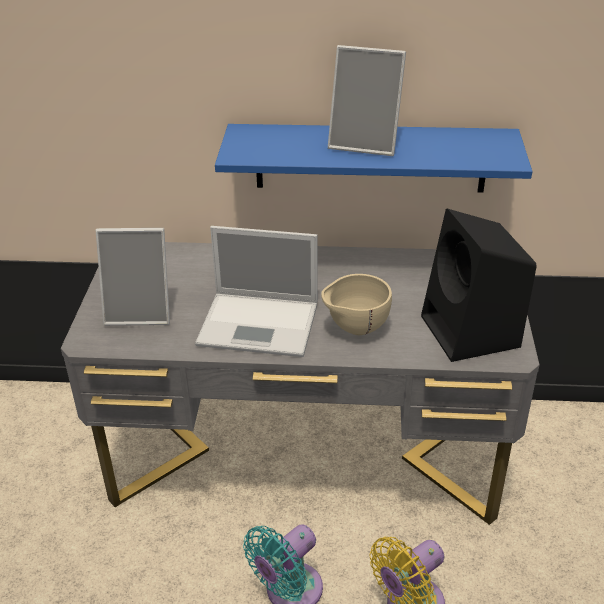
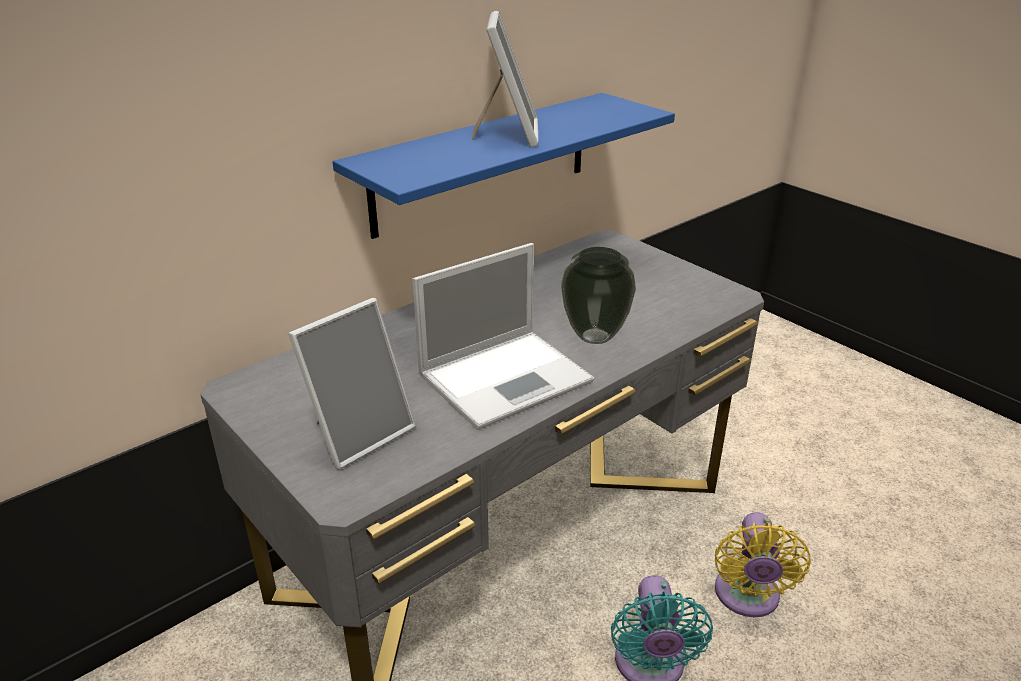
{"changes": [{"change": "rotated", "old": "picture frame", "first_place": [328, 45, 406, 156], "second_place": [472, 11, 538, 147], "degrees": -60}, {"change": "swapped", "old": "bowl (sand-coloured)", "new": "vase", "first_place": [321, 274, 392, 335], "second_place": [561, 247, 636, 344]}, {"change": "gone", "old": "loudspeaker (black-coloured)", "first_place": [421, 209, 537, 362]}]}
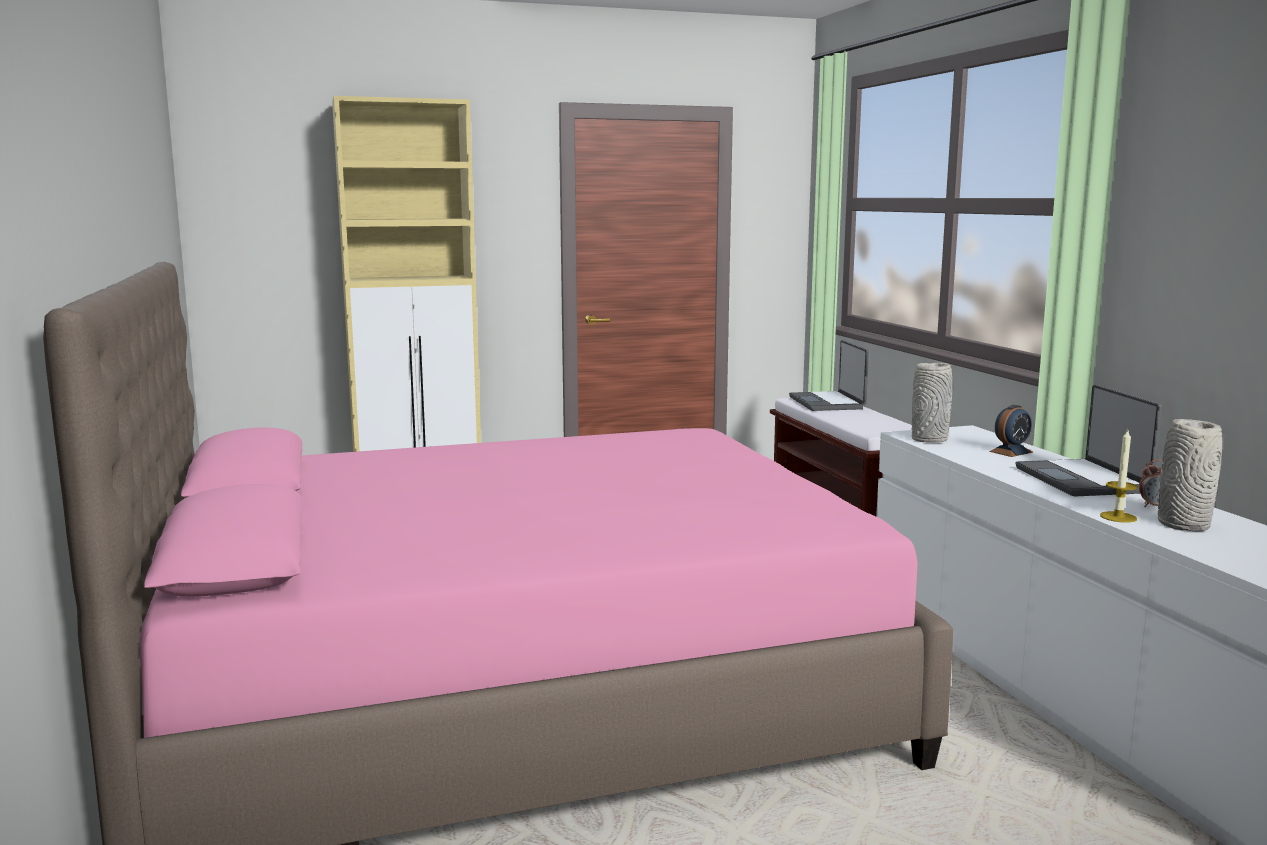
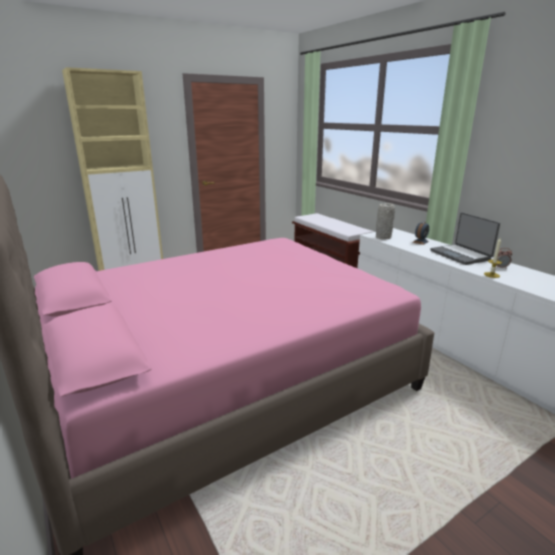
{"changes": [{"change": "gone", "old": "laptop", "first_place": [789, 340, 869, 411]}, {"change": "gone", "old": "vase (grey)", "first_place": [1158, 419, 1222, 531]}]}
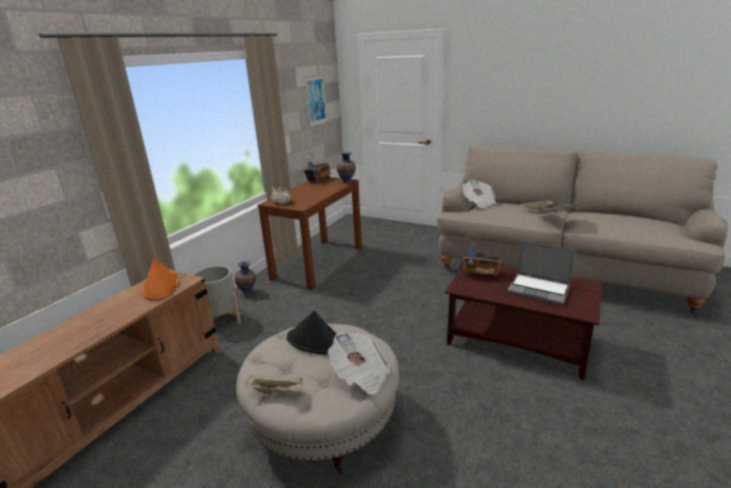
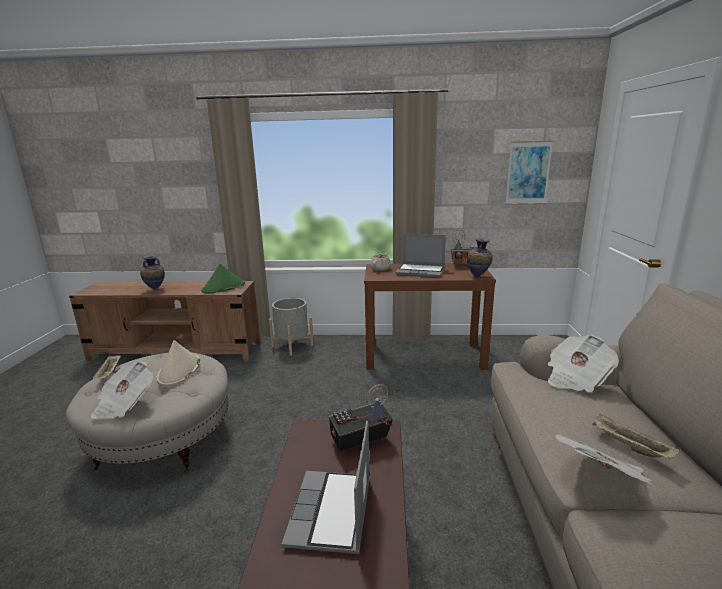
{"changes": [{"change": "shifted", "old": "vase", "first_place": [234, 261, 256, 293], "second_place": [140, 254, 165, 289]}, {"change": "repainted", "old": "wearable hat (black-coloured)", "new": "wearable hat (sand-coloured)", "first_place": [287, 311, 337, 354], "second_place": [156, 340, 200, 387]}, {"change": "repainted", "old": "wearable hat (orangey)", "new": "wearable hat (green-coloured)", "first_place": [142, 258, 179, 300], "second_place": [201, 264, 245, 293]}, {"change": "rotated", "old": "radio set", "first_place": [463, 233, 501, 277], "second_place": [329, 384, 393, 453], "degrees": 75}, {"change": "new", "new": "laptop", "second_place": [396, 233, 446, 278]}]}
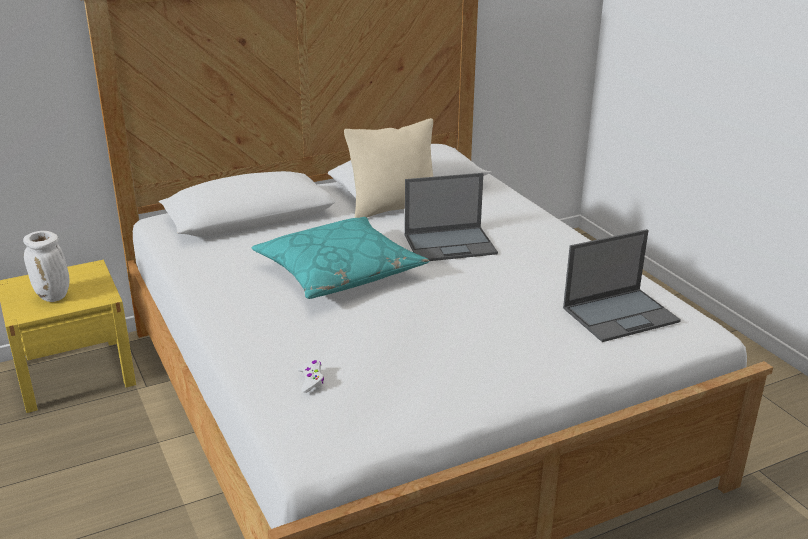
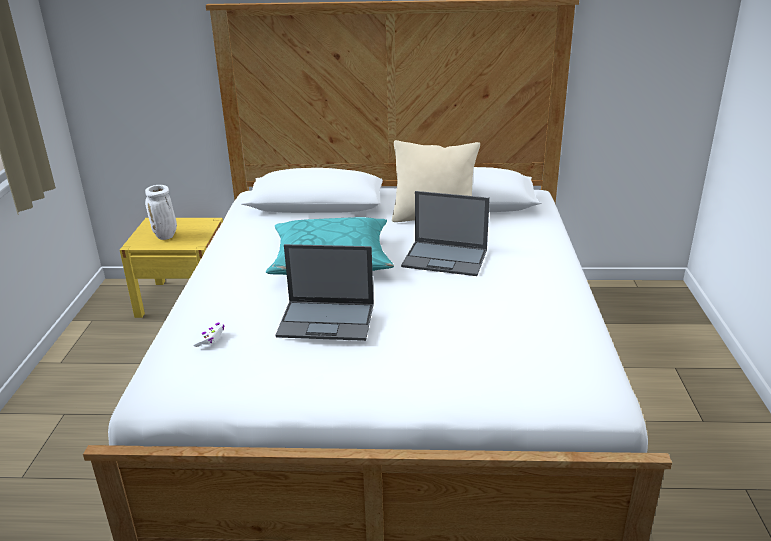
{"changes": [{"change": "shifted", "old": "laptop", "first_place": [563, 229, 681, 342], "second_place": [276, 244, 374, 341]}]}
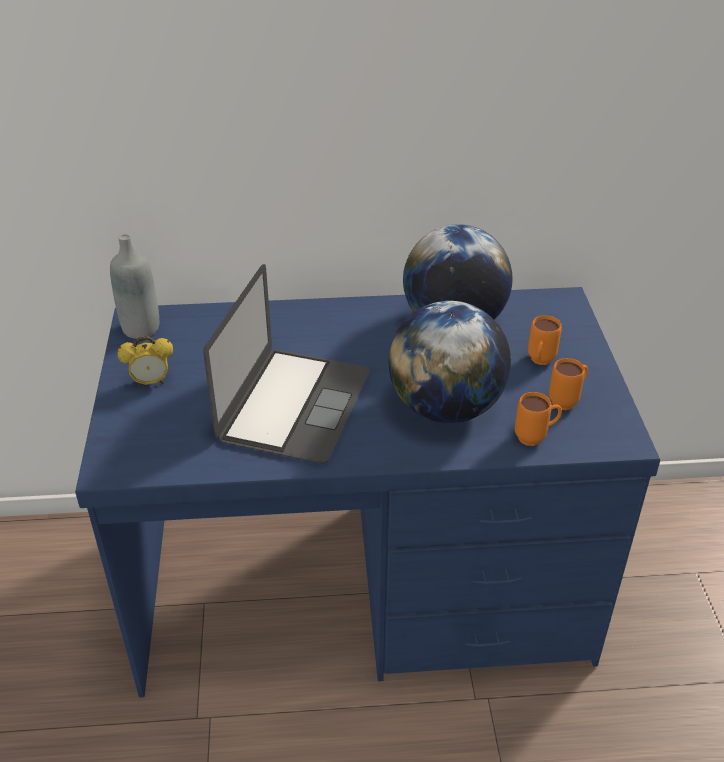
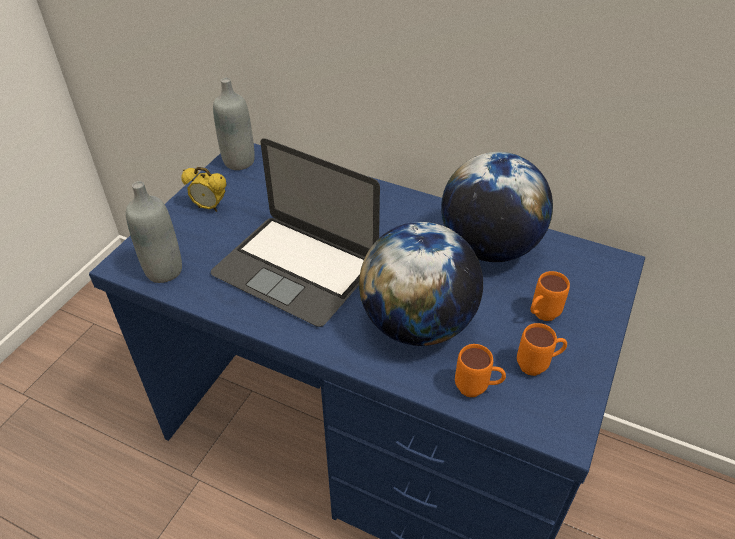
{"changes": [{"change": "new", "new": "drink bottle (grey)", "second_place": [126, 181, 182, 283]}, {"change": "rotated", "old": "laptop", "first_place": [203, 264, 370, 463], "second_place": [211, 138, 380, 327], "degrees": 75}]}
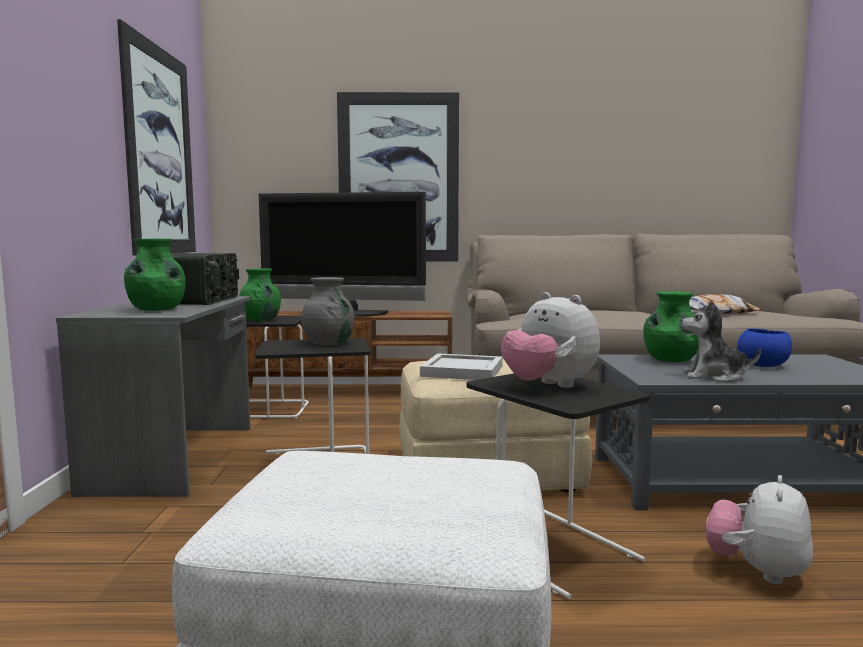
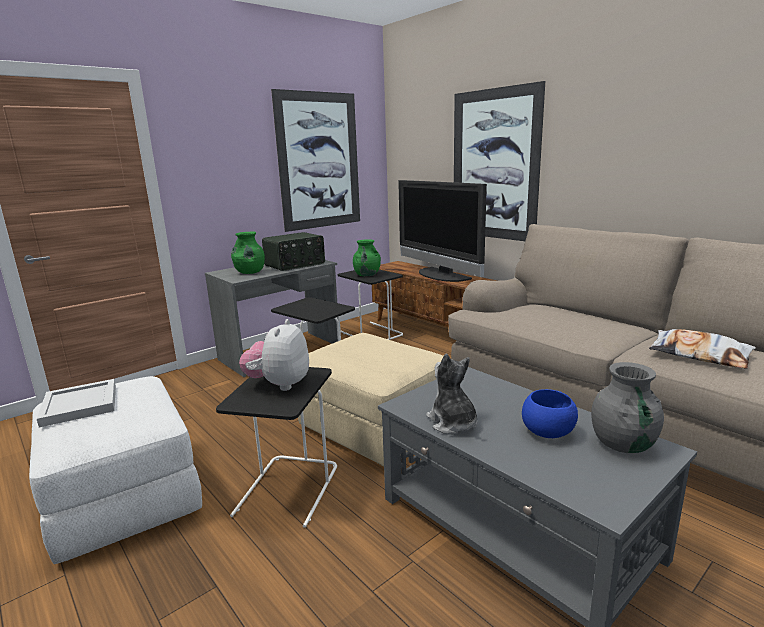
{"changes": [{"change": "shifted", "old": "serving tray (whitish)", "first_place": [420, 353, 503, 380], "second_place": [37, 379, 116, 427]}, {"change": "shifted", "old": "vase (grey)", "first_place": [302, 277, 355, 346], "second_place": [591, 362, 664, 453]}, {"change": "gone", "old": "vase (green-coloured)", "first_place": [643, 291, 699, 362]}, {"change": "gone", "old": "plush toy", "first_place": [706, 475, 813, 584]}]}
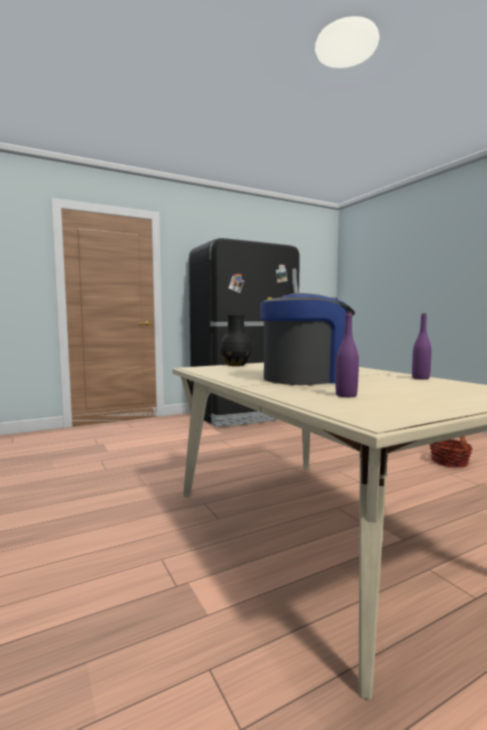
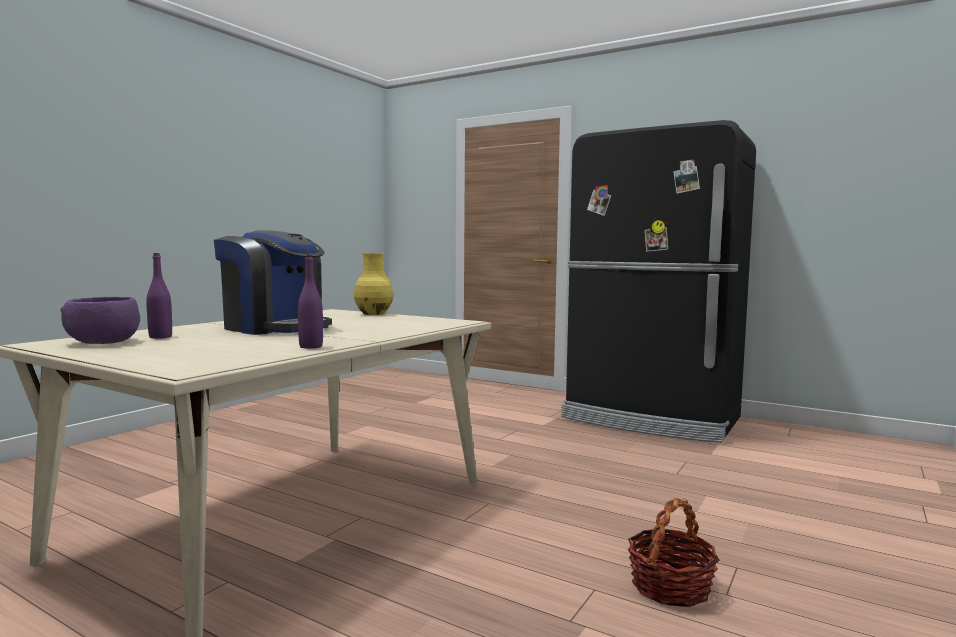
{"changes": [{"change": "new", "new": "bowl (purplish)", "second_place": [60, 297, 140, 344]}, {"change": "repainted", "old": "vase (black-coloured)", "new": "vase (yellowish)", "first_place": [220, 315, 252, 366], "second_place": [354, 253, 393, 315]}]}
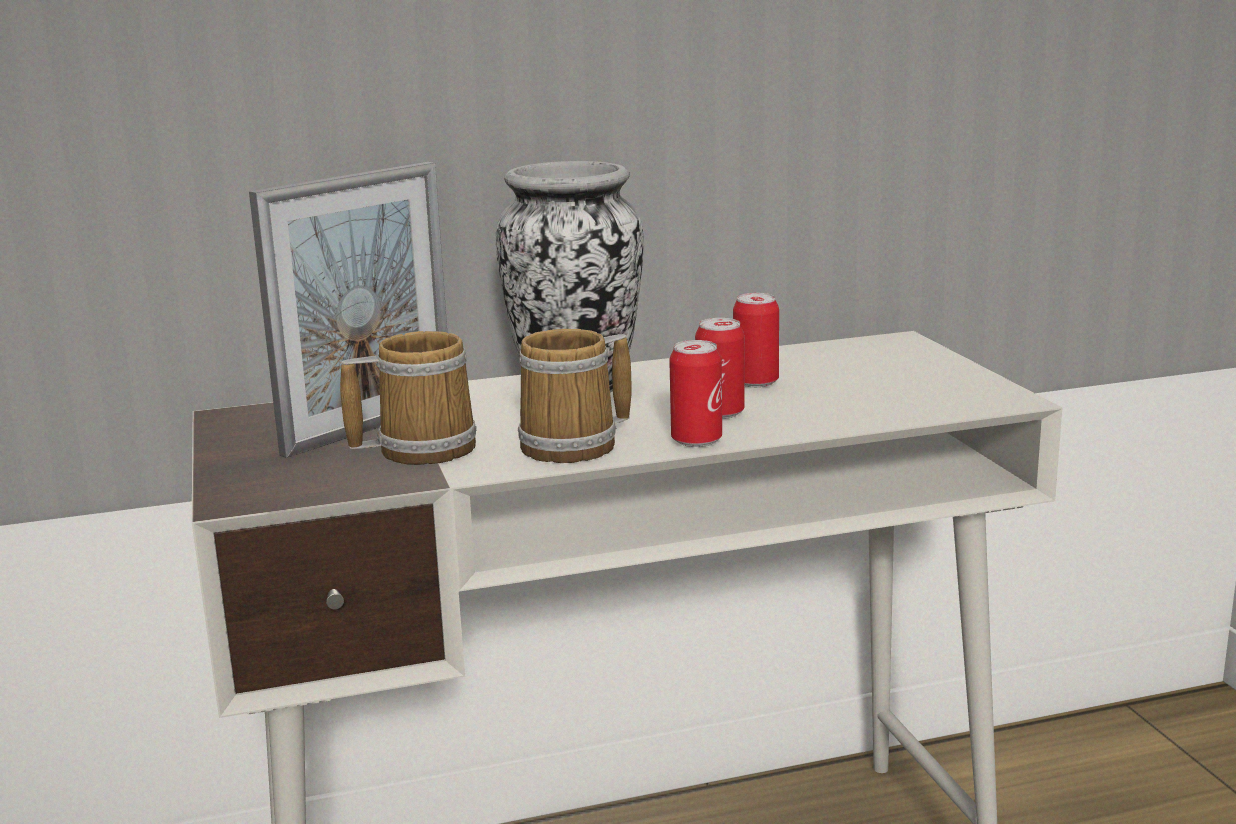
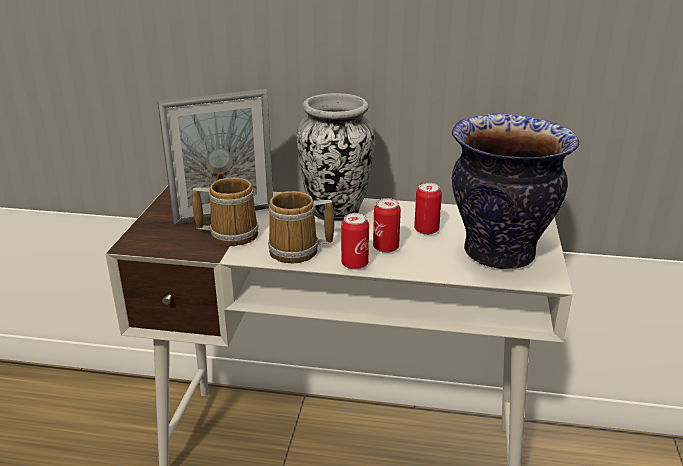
{"changes": [{"change": "new", "new": "vase", "second_place": [452, 114, 579, 269]}]}
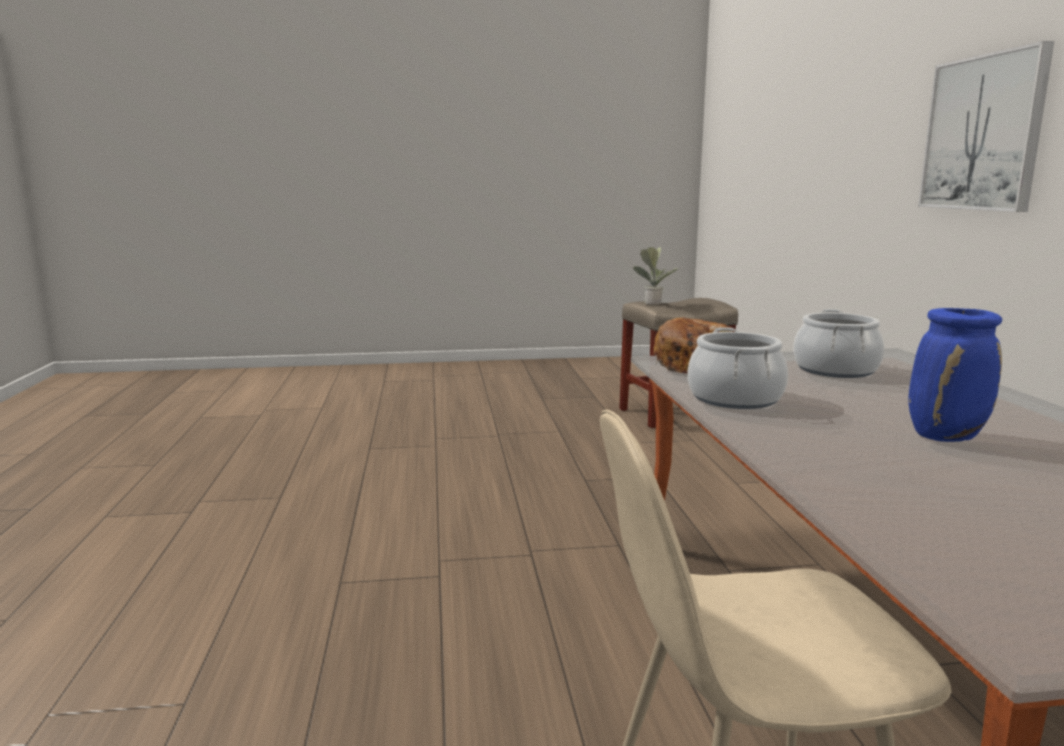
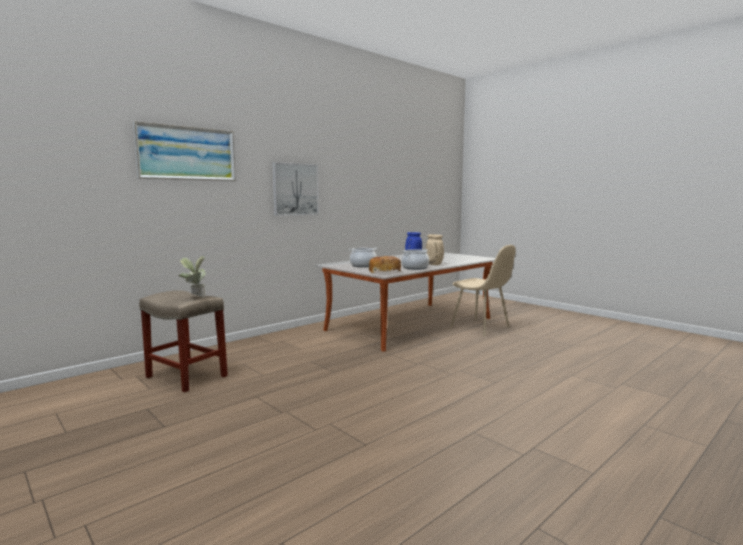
{"changes": [{"change": "new", "new": "wall art", "second_place": [133, 121, 236, 181]}, {"change": "new", "new": "vase (sand-coloured)", "second_place": [426, 234, 444, 265]}]}
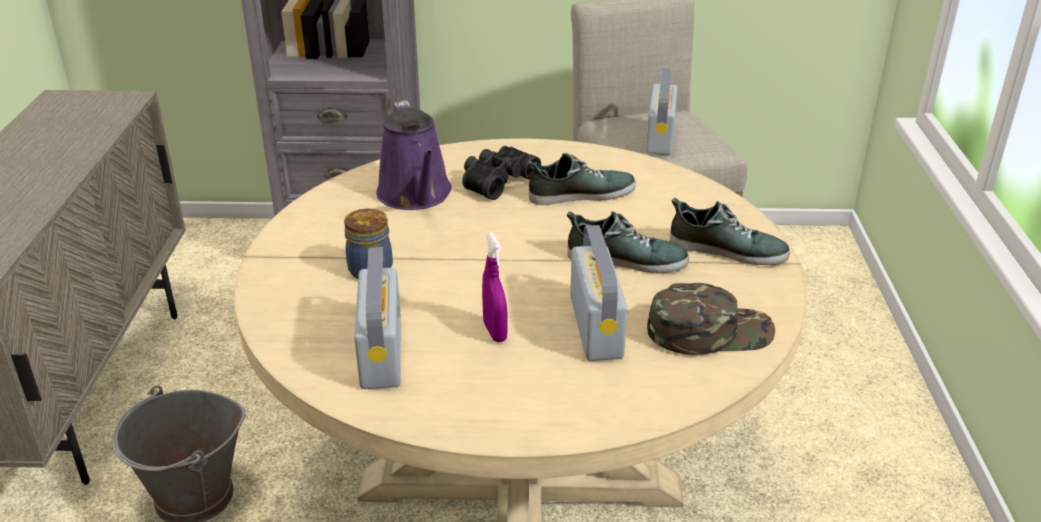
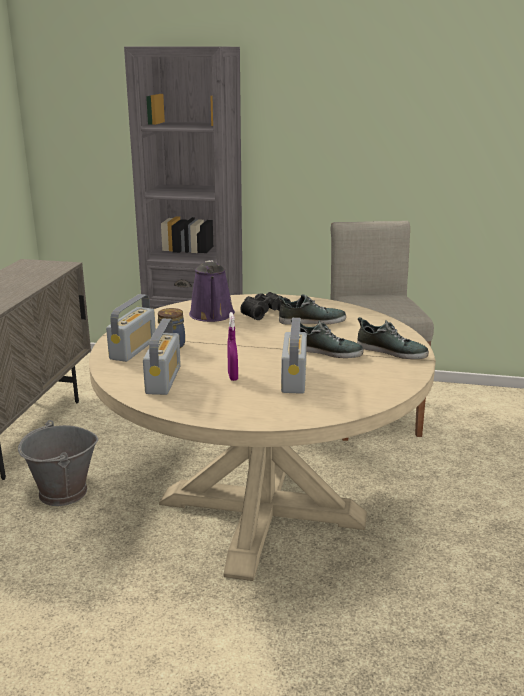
{"changes": [{"change": "shifted", "old": "radio set", "first_place": [646, 68, 678, 155], "second_place": [106, 294, 156, 362]}, {"change": "gone", "old": "cap (green-coloured)", "first_place": [647, 283, 775, 355]}]}
